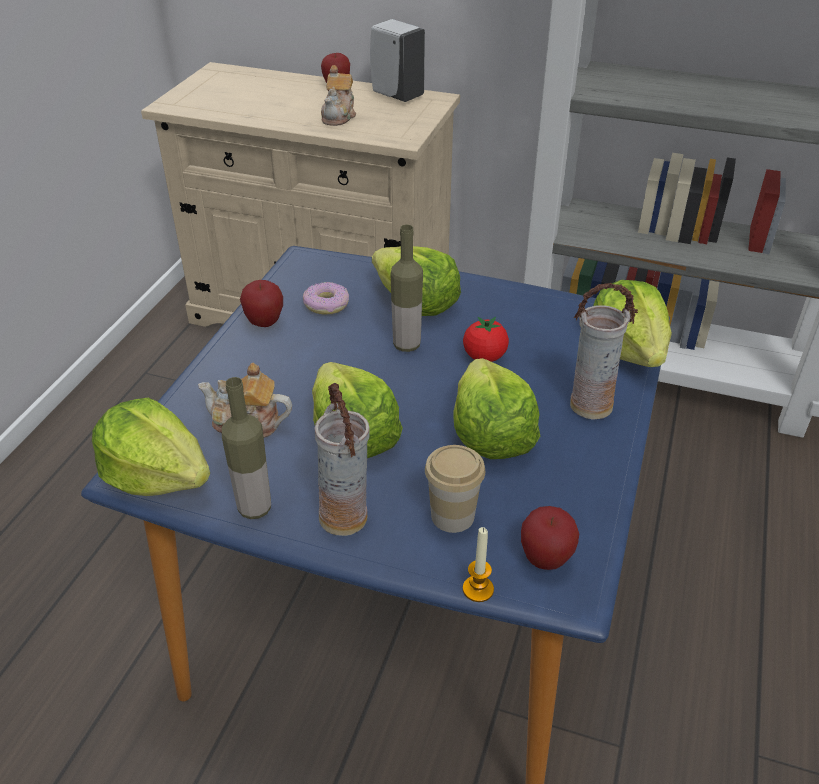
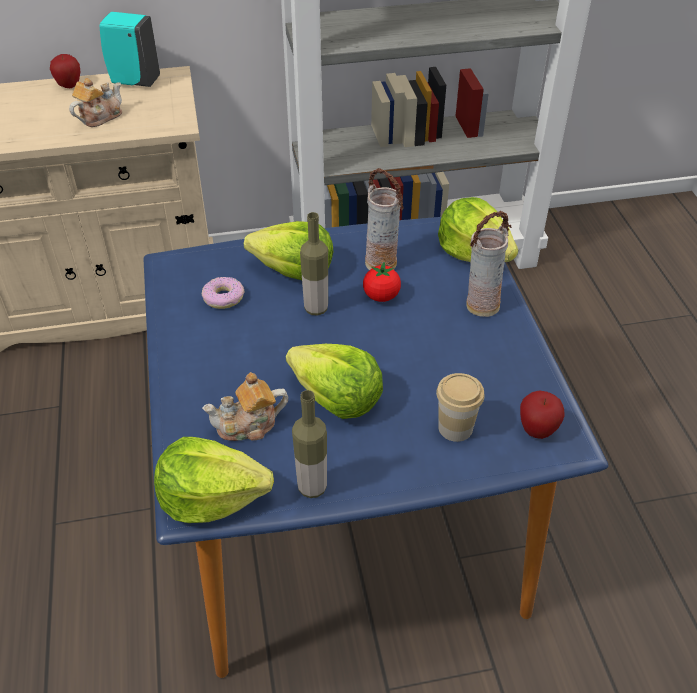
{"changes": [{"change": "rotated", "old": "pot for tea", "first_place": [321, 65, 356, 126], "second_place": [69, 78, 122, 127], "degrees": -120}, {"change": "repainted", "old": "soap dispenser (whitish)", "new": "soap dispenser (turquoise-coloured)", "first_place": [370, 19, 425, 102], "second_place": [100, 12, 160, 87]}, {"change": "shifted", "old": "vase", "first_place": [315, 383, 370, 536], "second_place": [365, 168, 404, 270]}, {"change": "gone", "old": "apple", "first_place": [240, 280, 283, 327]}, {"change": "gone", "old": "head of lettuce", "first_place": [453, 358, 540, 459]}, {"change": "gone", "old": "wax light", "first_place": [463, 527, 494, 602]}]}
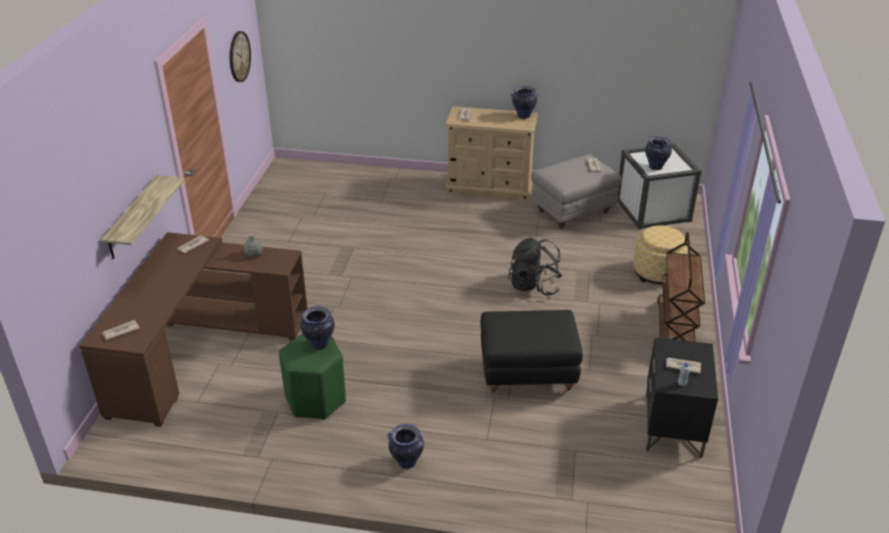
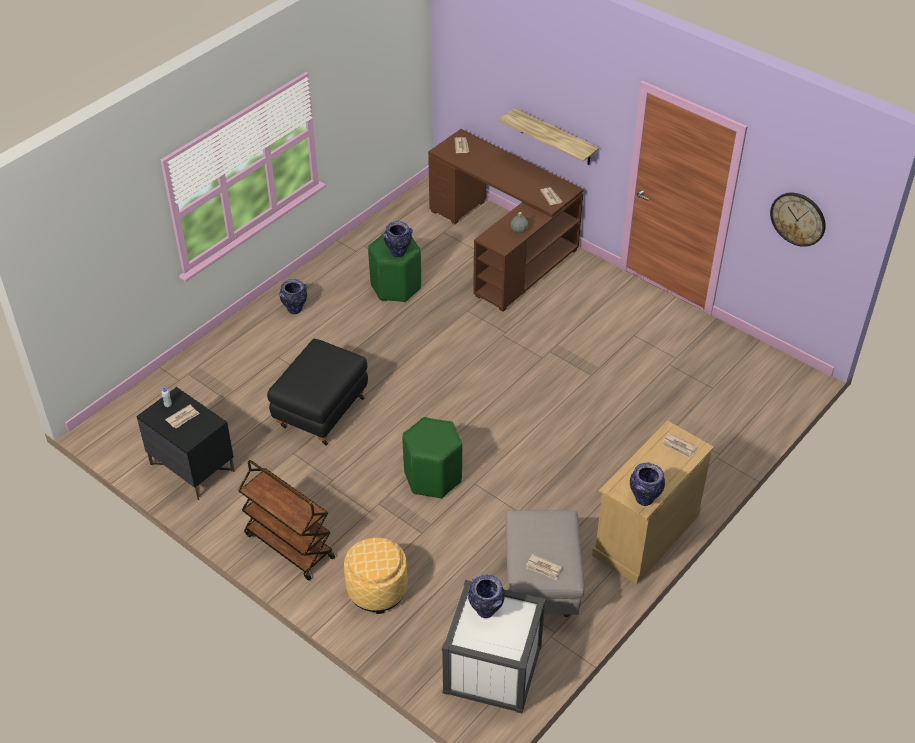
{"changes": [{"change": "swapped", "old": "rucksack (black-coloured)", "new": "stool (green-coloured)", "first_place": [508, 238, 562, 296], "second_place": [402, 417, 462, 498]}]}
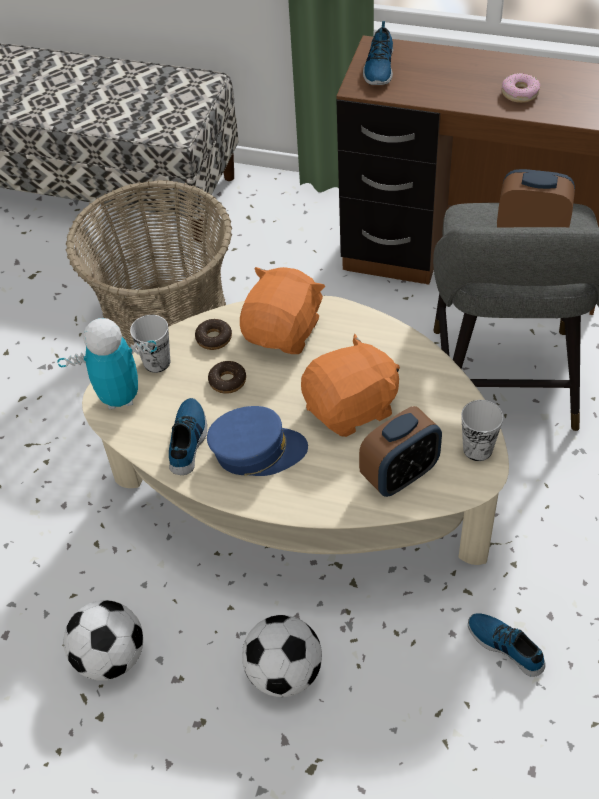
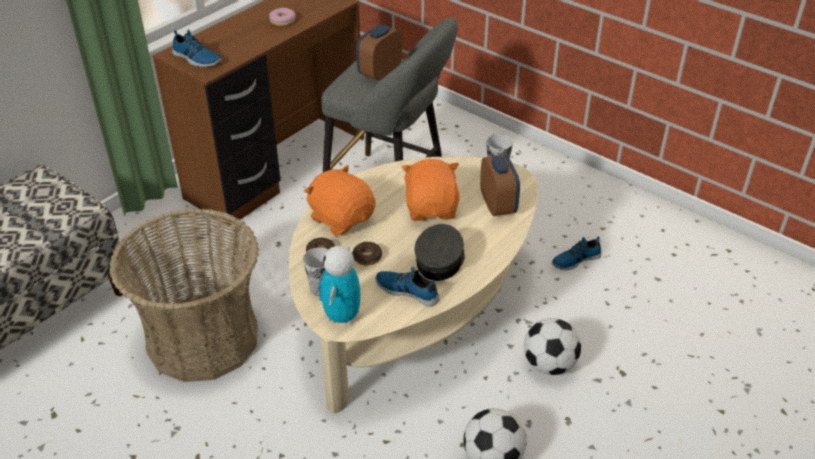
{"changes": [{"change": "repainted", "old": "cap (blue)", "new": "cap (grey)", "first_place": [207, 406, 308, 476], "second_place": [415, 224, 465, 281]}]}
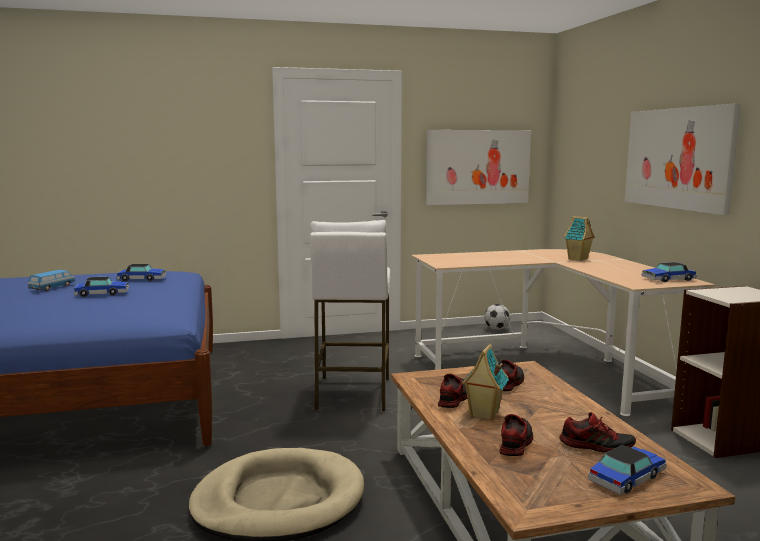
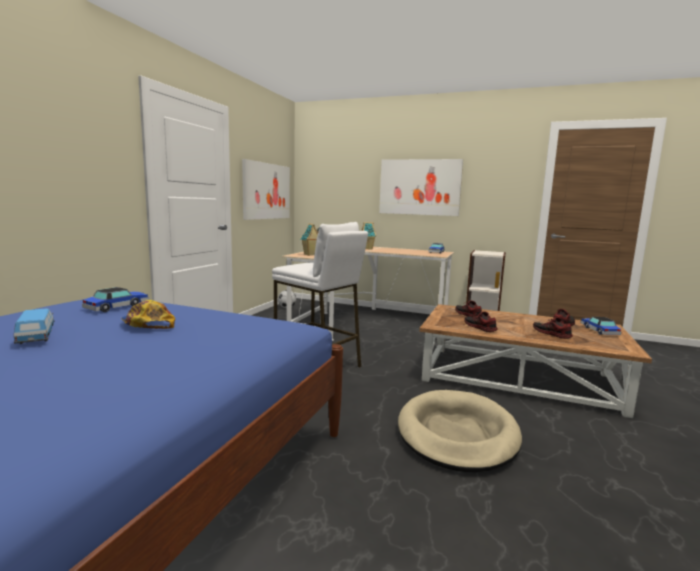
{"changes": [{"change": "swapped", "old": "toy car", "new": "cap", "first_place": [74, 276, 129, 297], "second_place": [121, 300, 175, 329]}, {"change": "shifted", "old": "toy house", "first_place": [461, 344, 509, 421], "second_place": [300, 223, 320, 256]}]}
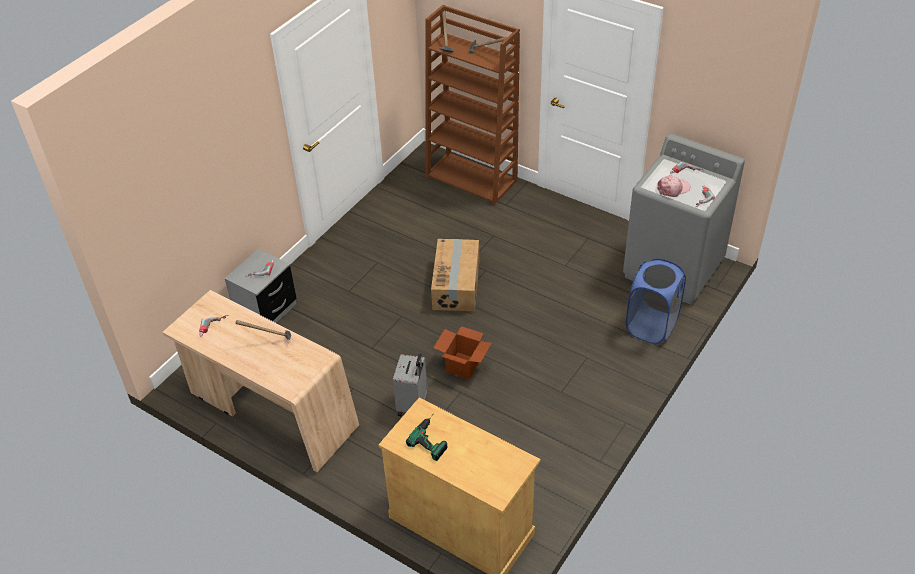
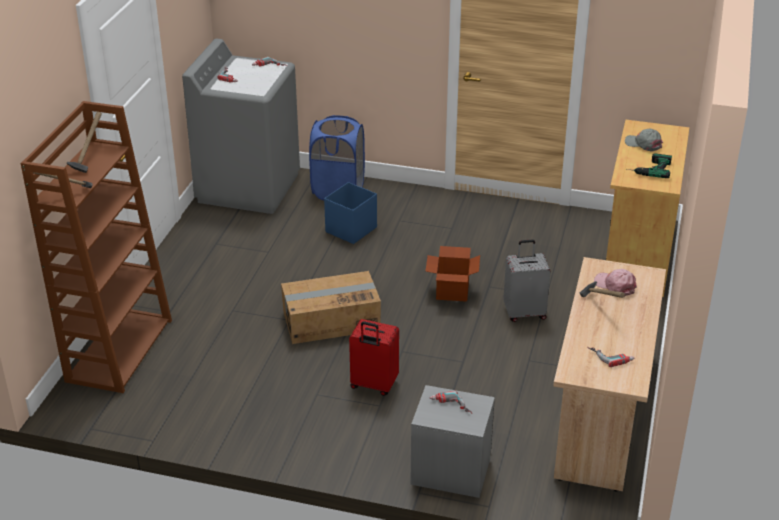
{"changes": [{"change": "new", "new": "storage box (blue)", "second_place": [324, 182, 377, 244]}, {"change": "new", "new": "piece of luggage (reddish)", "second_place": [349, 319, 399, 396]}, {"change": "shifted", "old": "cap (pink-coloured)", "first_place": [657, 176, 691, 197], "second_place": [594, 269, 637, 296]}, {"change": "new", "new": "cap (grey)", "second_place": [625, 129, 663, 152]}]}
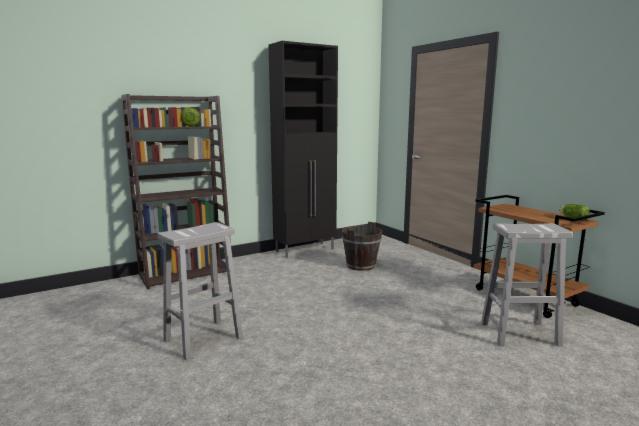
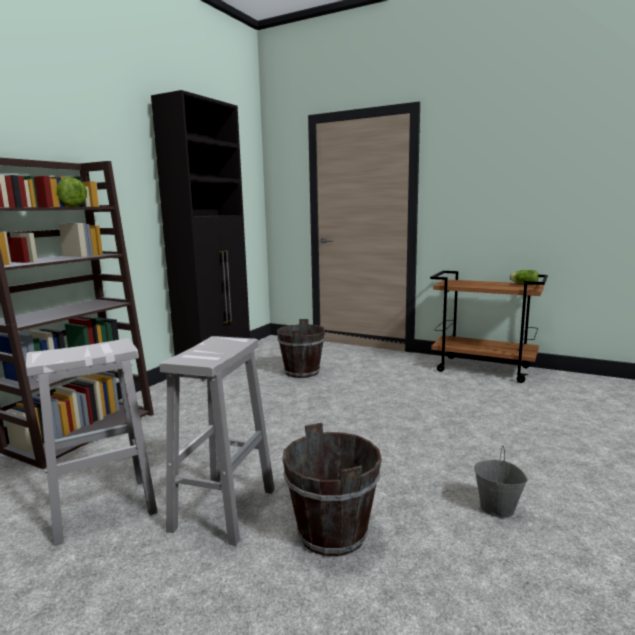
{"changes": [{"change": "shifted", "old": "stool (whitish)", "first_place": [481, 223, 573, 346], "second_place": [26, 338, 157, 546]}, {"change": "new", "new": "water bucket (brownish)", "second_place": [282, 423, 382, 556]}, {"change": "new", "new": "water bucket (grey)", "second_place": [474, 446, 528, 518]}]}
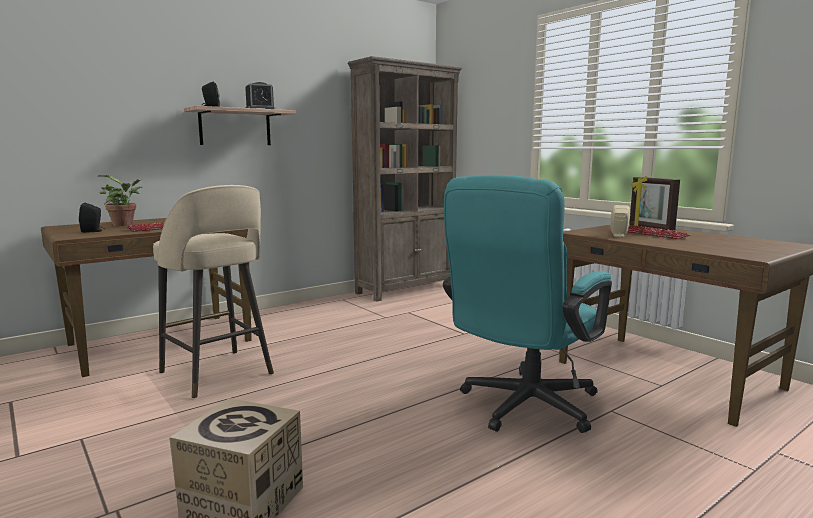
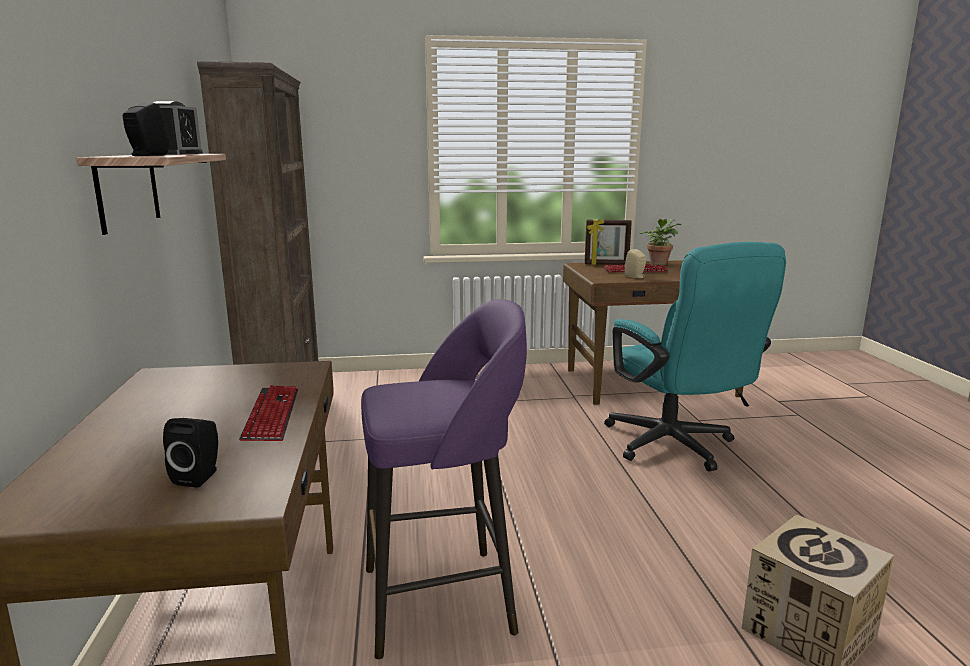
{"changes": [{"change": "repainted", "old": "stool (sand-coloured)", "new": "stool (purplish)", "first_place": [153, 185, 274, 399], "second_place": [361, 299, 527, 659]}, {"change": "shifted", "old": "houseplant", "first_place": [99, 175, 142, 226], "second_place": [640, 219, 681, 265]}]}
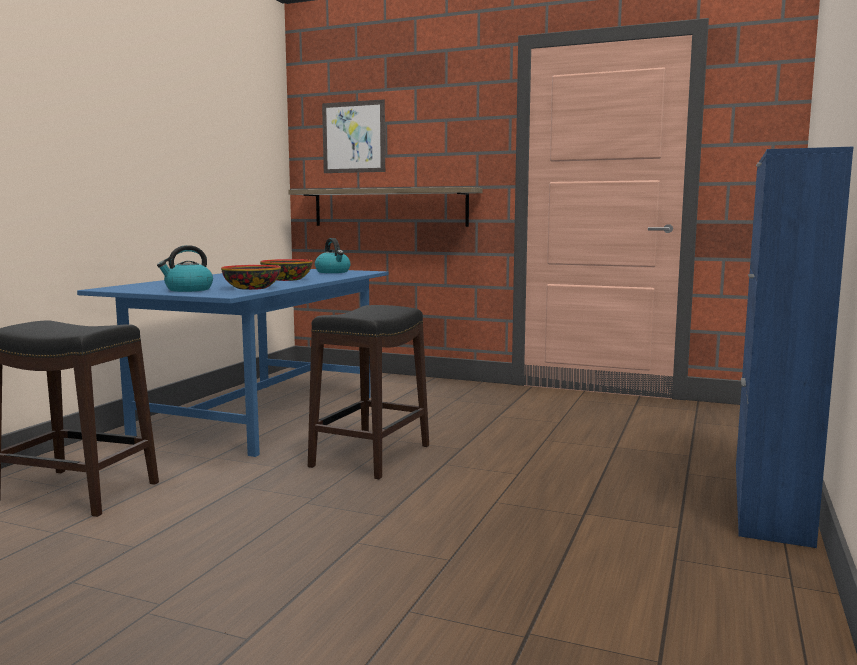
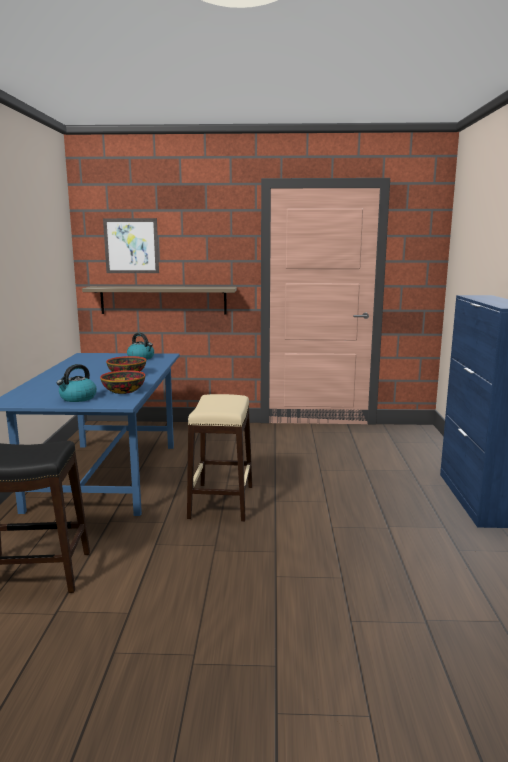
{"changes": [{"change": "repainted", "old": "stool (black-coloured)", "new": "stool (sand-coloured)", "first_place": [308, 305, 429, 479], "second_place": [187, 394, 252, 521]}]}
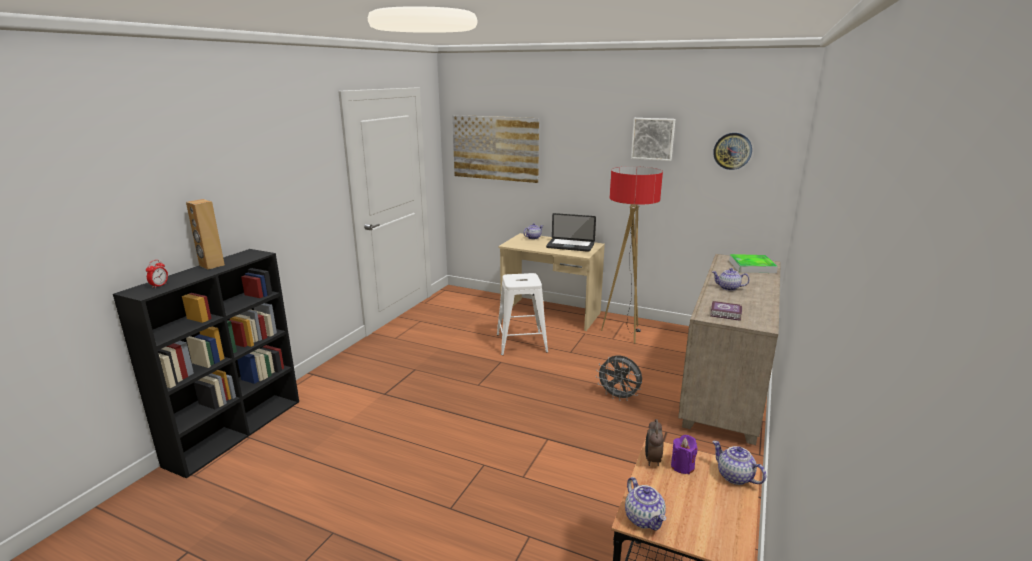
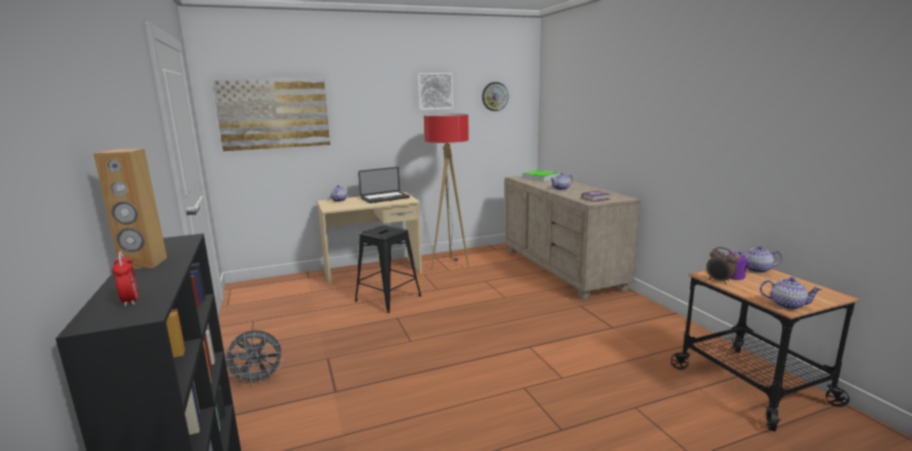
{"changes": [{"change": "shifted", "old": "cooling fan (grey)", "first_place": [596, 356, 642, 401], "second_place": [224, 330, 284, 385]}, {"change": "repainted", "old": "stool (whitish)", "new": "stool (black-coloured)", "first_place": [497, 273, 548, 355], "second_place": [355, 225, 421, 313]}]}
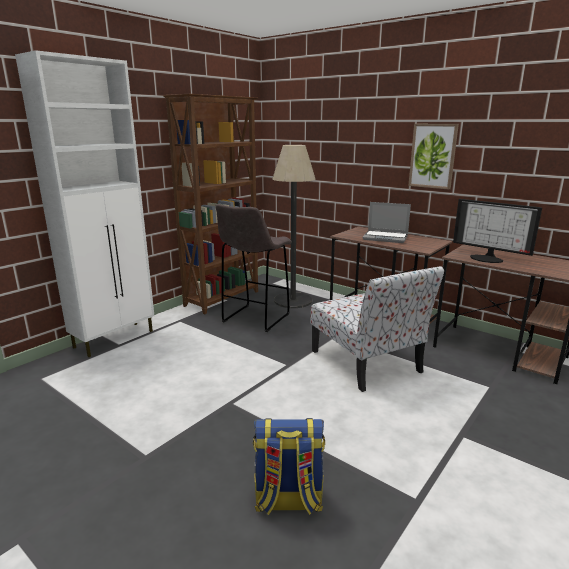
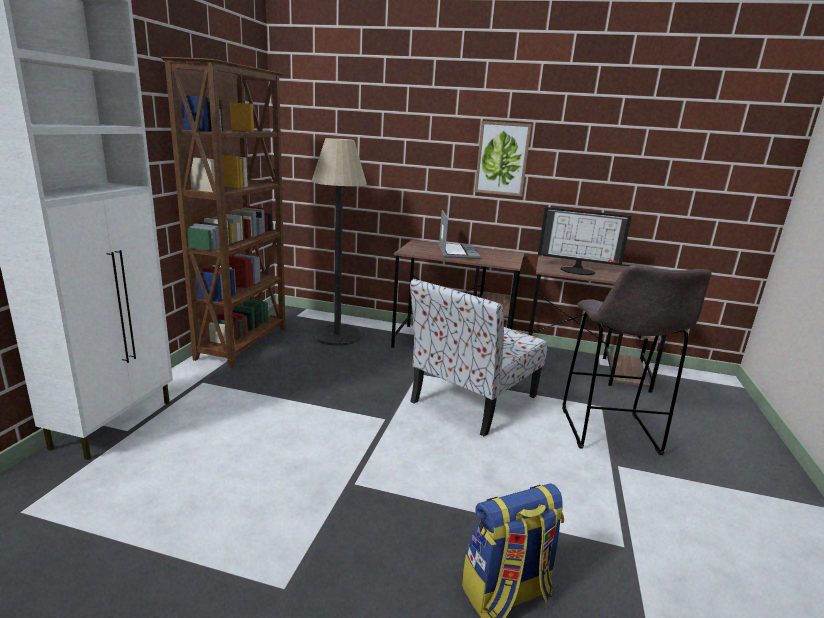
{"changes": [{"change": "rotated", "old": "plain chair", "first_place": [311, 266, 444, 392], "second_place": [410, 279, 548, 437], "degrees": 90}, {"change": "rotated", "old": "laptop", "first_place": [363, 202, 411, 243], "second_place": [439, 210, 480, 259], "degrees": -90}, {"change": "shifted", "old": "stool (grey)", "first_place": [216, 204, 292, 332], "second_place": [562, 265, 712, 455]}]}
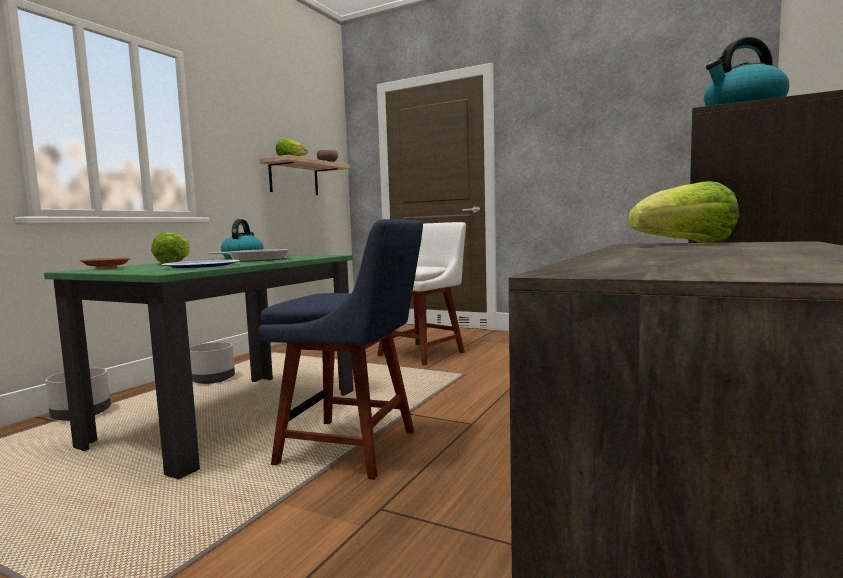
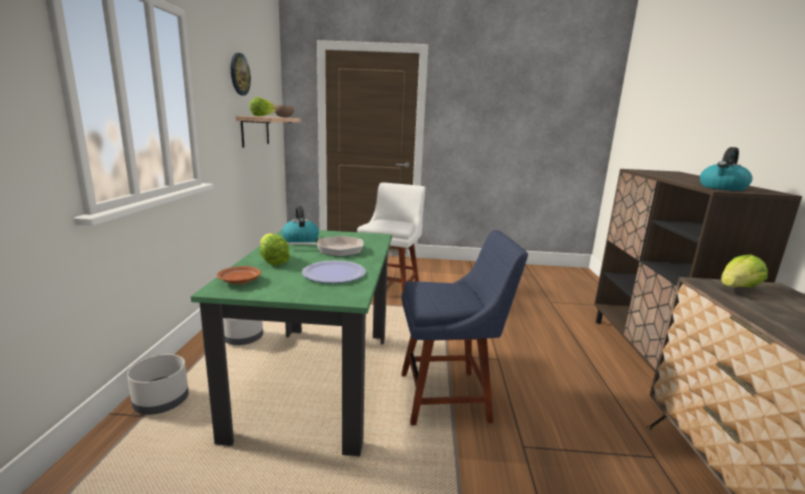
{"changes": [{"change": "new", "new": "wall clock", "second_place": [231, 53, 251, 95]}]}
